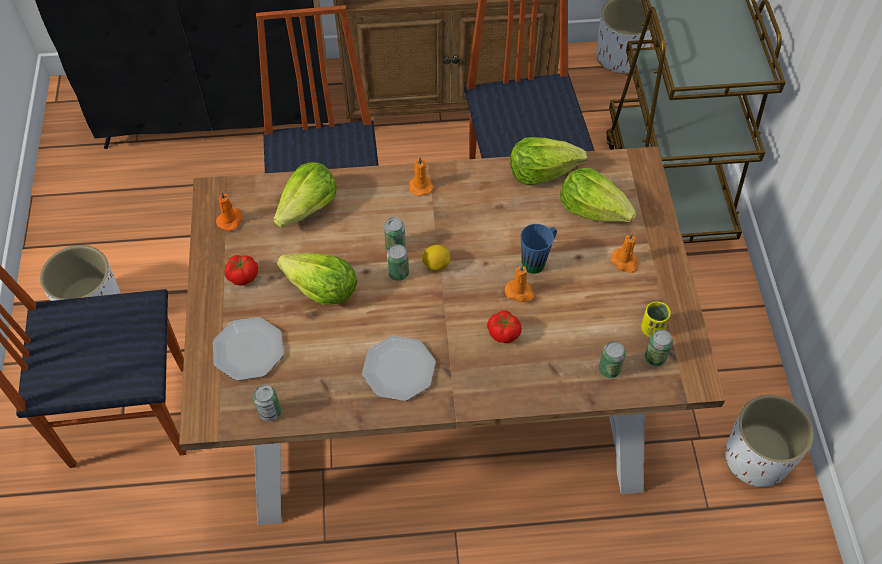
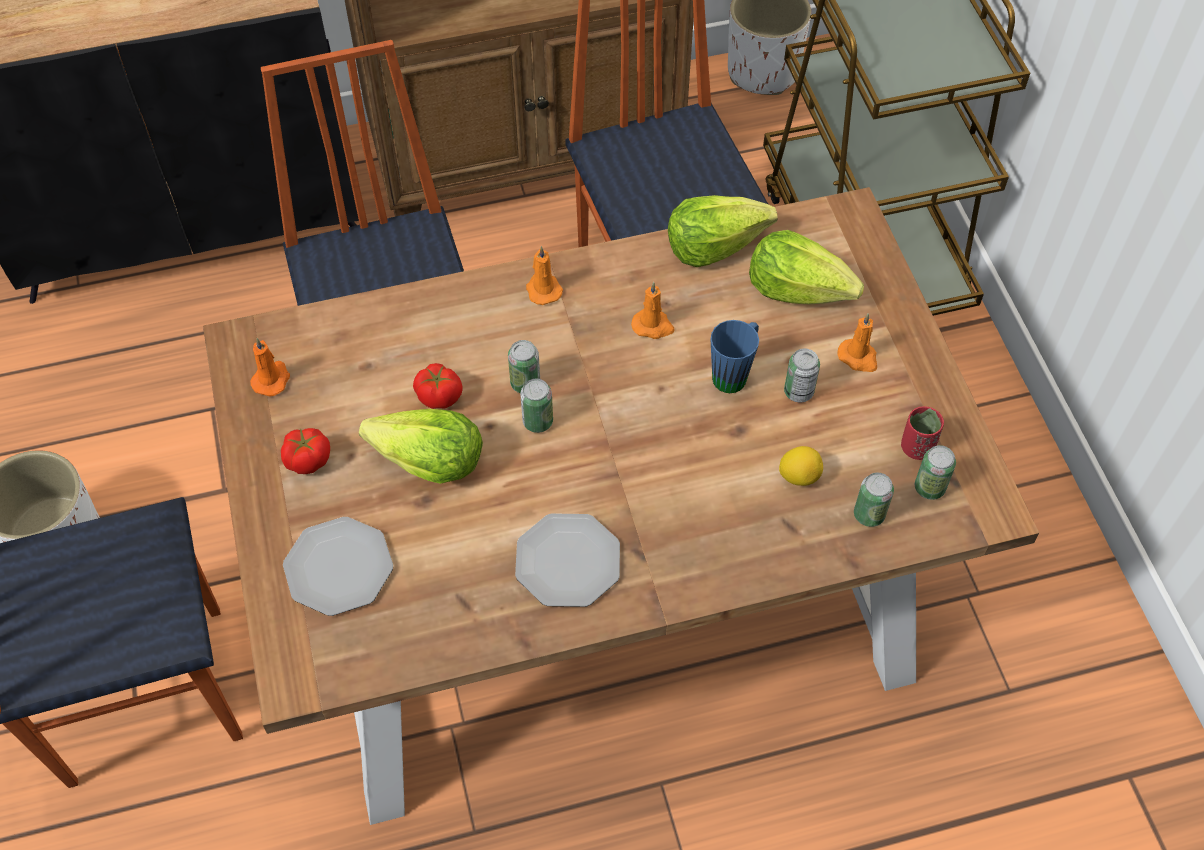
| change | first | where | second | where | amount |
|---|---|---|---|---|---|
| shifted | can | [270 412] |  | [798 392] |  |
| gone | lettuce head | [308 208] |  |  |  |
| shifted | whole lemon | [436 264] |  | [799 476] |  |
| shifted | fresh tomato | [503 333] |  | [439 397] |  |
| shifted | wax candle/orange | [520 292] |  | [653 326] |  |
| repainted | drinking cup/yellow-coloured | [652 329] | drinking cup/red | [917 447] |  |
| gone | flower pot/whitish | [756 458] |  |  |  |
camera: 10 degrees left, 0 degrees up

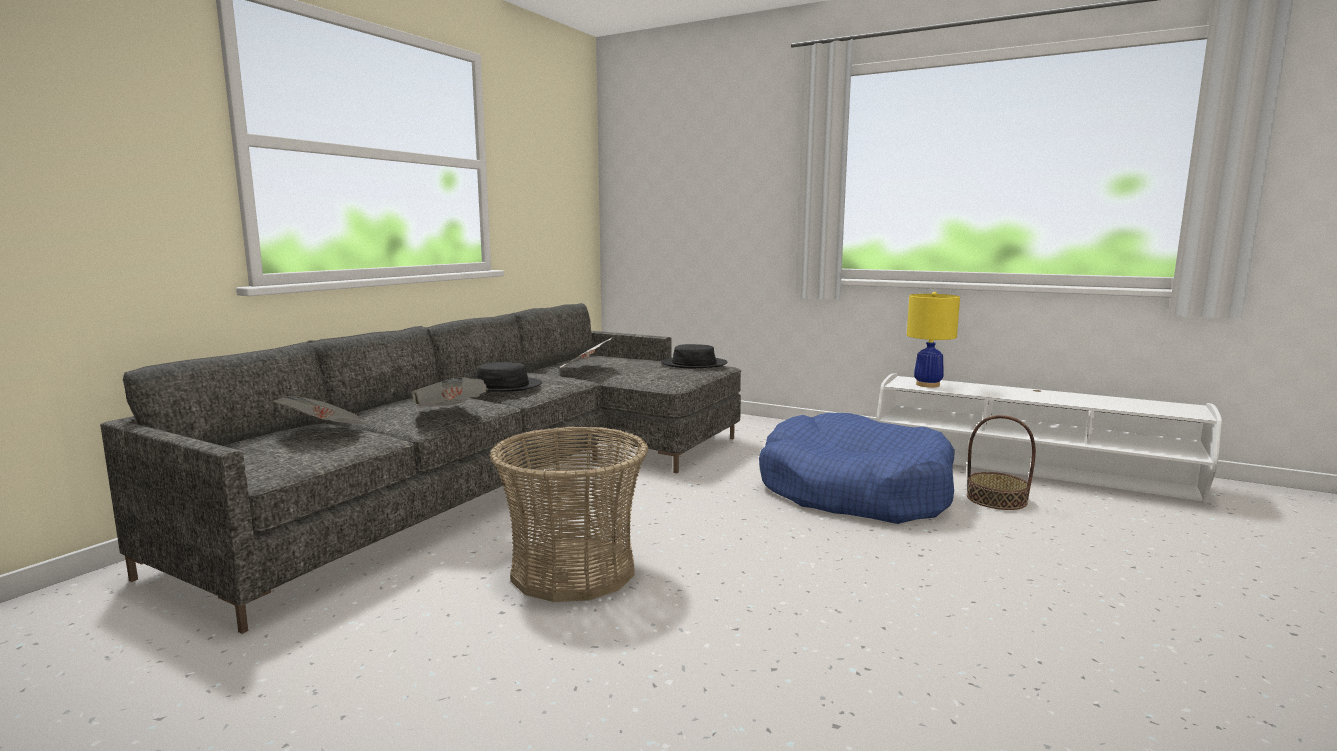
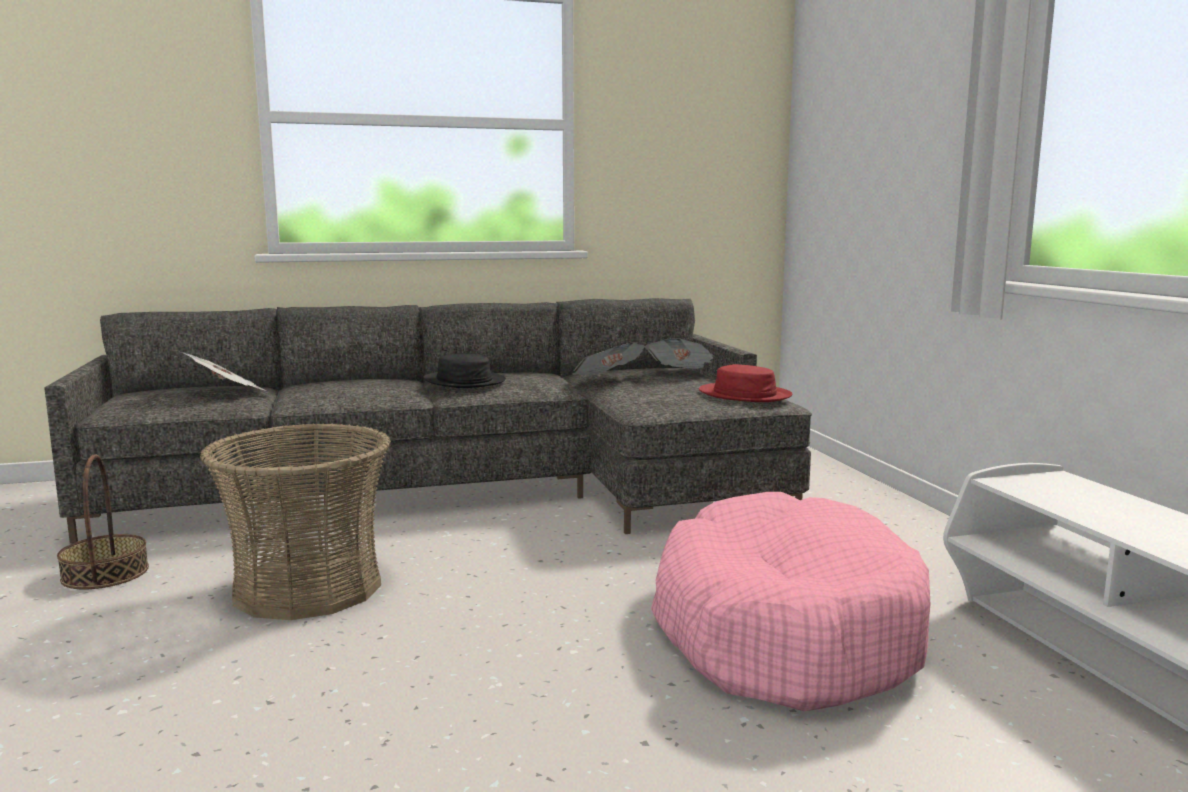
| change | first | where | second | where | amount |
|---|---|---|---|---|---|
| shifted | newspaper | [451 413] |  | [680 373] |  |
| repainted | wearable hat/black-coloured | [694 364] | wearable hat/red | [745 394] |  |
| repainted | pet bed/blue | [854 491] | pet bed/pink-coloured | [783 631] |  |
| gone | table lamp/yellow-coloured | [927 385] |  |  |  |
| shifted | household basket | [996 499] |  | [105 573] |  |
camera: 45 degrees right, 0 degrees up

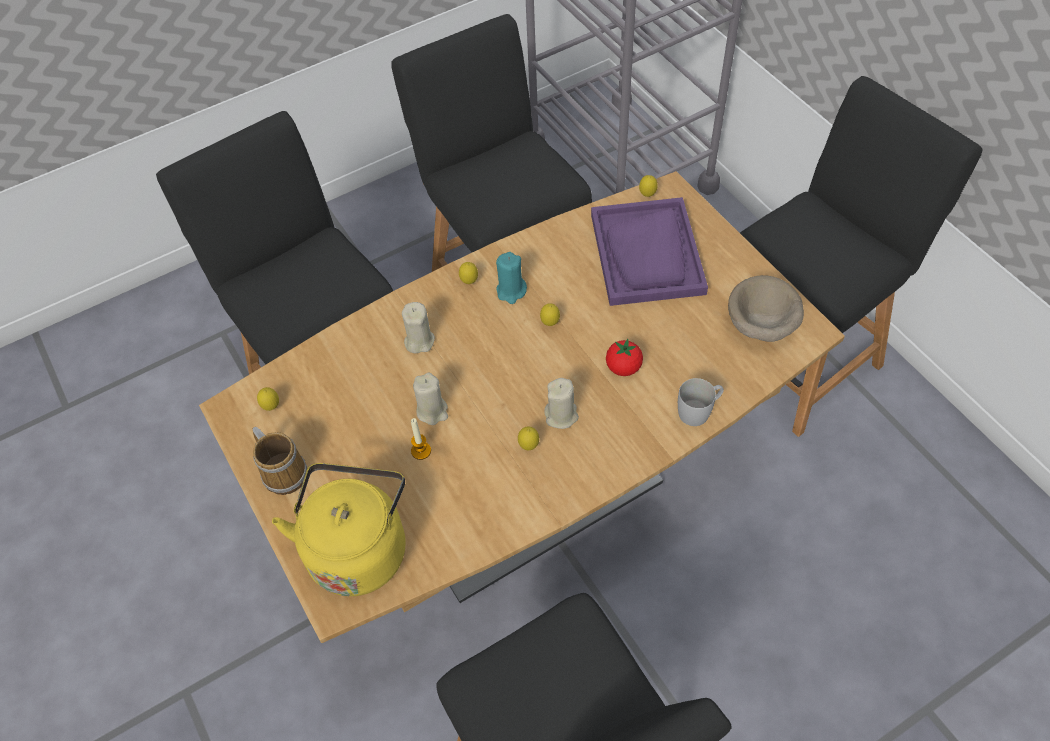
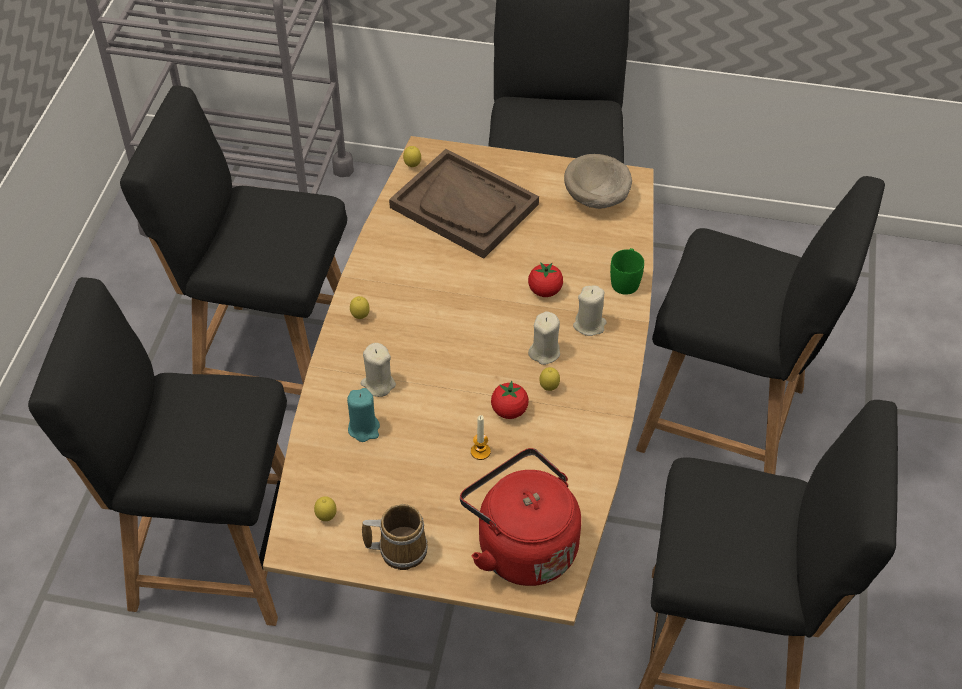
| change | first | where | second | where | amount |
|---|---|---|---|---|---|
| repainted | water kettle/yellow-coloured | [358 548] | water kettle/red | [522 546] |  |
| shifted | wax candle/beige | [432 411] |  | [589 325] |  |
| shifted | wax candle/blue-green | [511 291] |  | [364 428] |  |
| gone | whole lemon | [550 323] |  |  |  |
| repainted | serving tray/purplish | [647 254] | serving tray/brownish | [464 206] |  |
| repainted | coffee mug/whitish | [699 411] | coffee mug/greenish | [626 280] |  |
| new |  |  | fresh tomato | [509 411] |  |
| new |  |  | upright chair/black-coloured | [731 421] |  |
camera: 50 degrees left, 5 degrees down

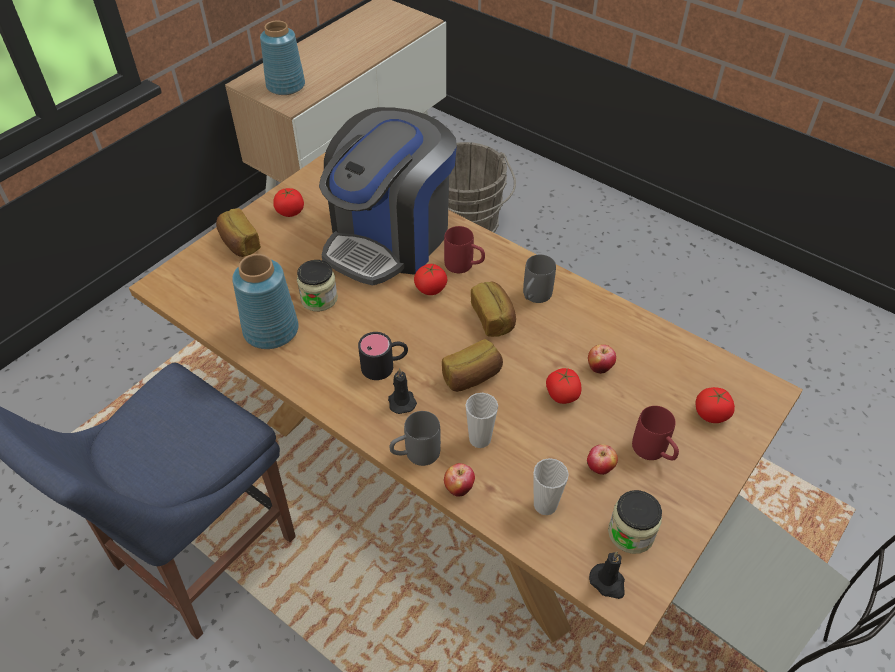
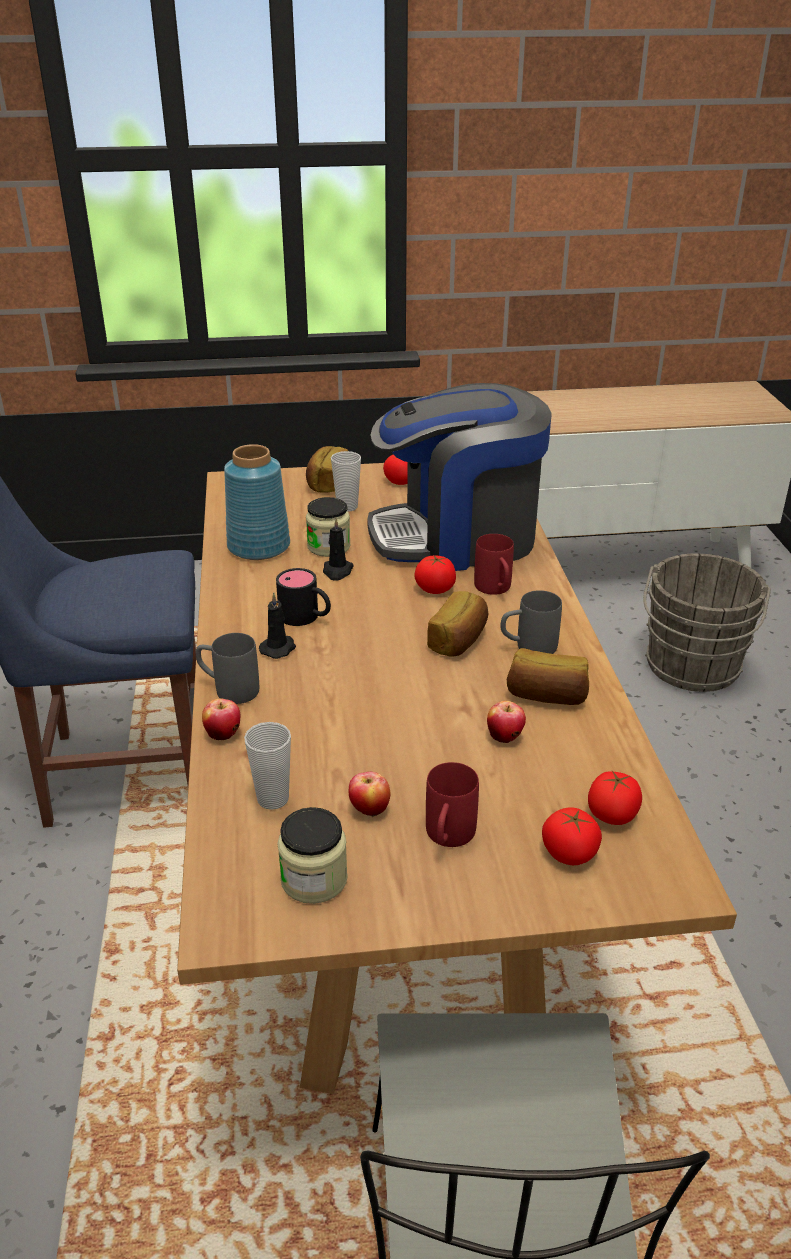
| change | first | where | second | where | amount |
|---|---|---|---|---|---|
| gone | flower vase/blue | [286 86] |  |  |  |
| shifted | bread | [472 377] |  | [546 696] |  |
| shifted | drinking cup | [480 439] |  | [347 507] |  |
| shifted | fresh tomato | [562 395] |  | [612 815] |  |
| shifted | wax candle/black-coloured | [608 582] |  | [337 571] |  |
camera: 45 degrees right, 15 degrees down

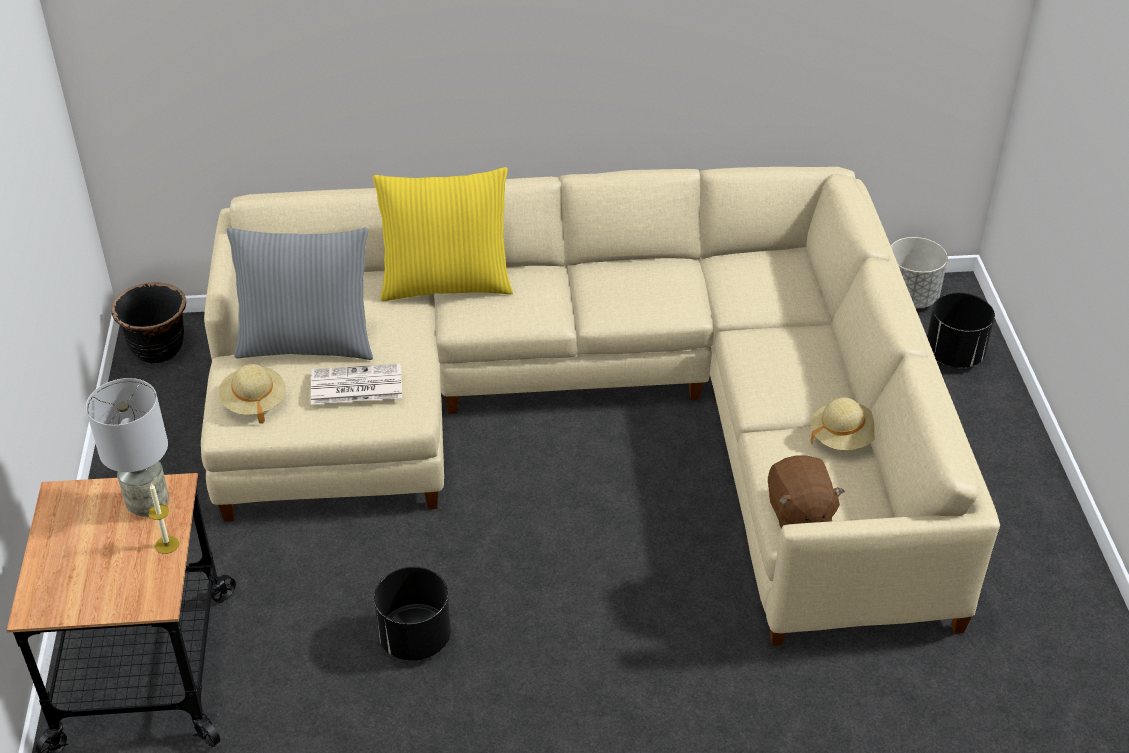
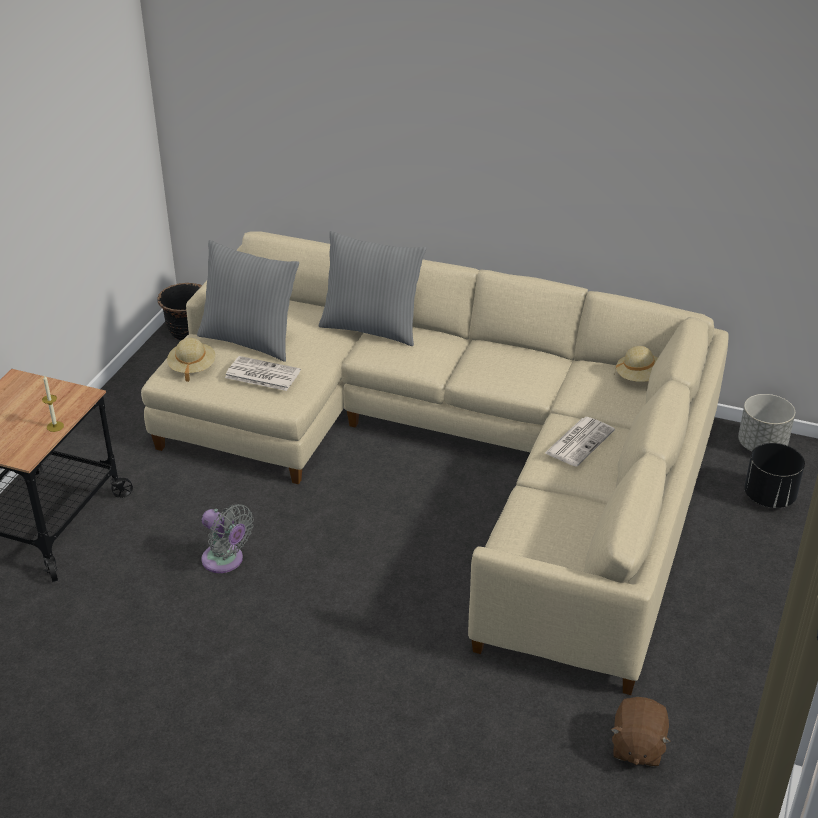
| change | first | where | second | where | amount |
|---|---|---|---|---|---|
| gone | table lamp/grey | [149 504] |  |  |  |
| repainted | cushion/yellow-coloured | [446 284] | cushion/grey | [372 328] |  |
| swapped | flower pot/black-coloured | [415 638] | fan/grey | [225 561] |  |
| shifted | cuddly toy/brownish | [799 513] |  | [637 746] |  |
| shifted | wearable hat/beige | [842 437] |  | [639 377] |  |
| new |  |  | newspaper | [579 441] |  |
camera: 25 degrees right, 5 degrees down

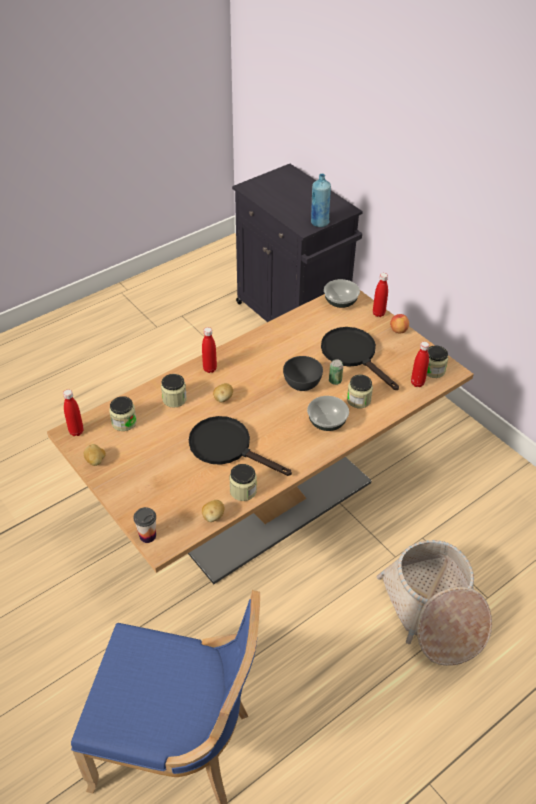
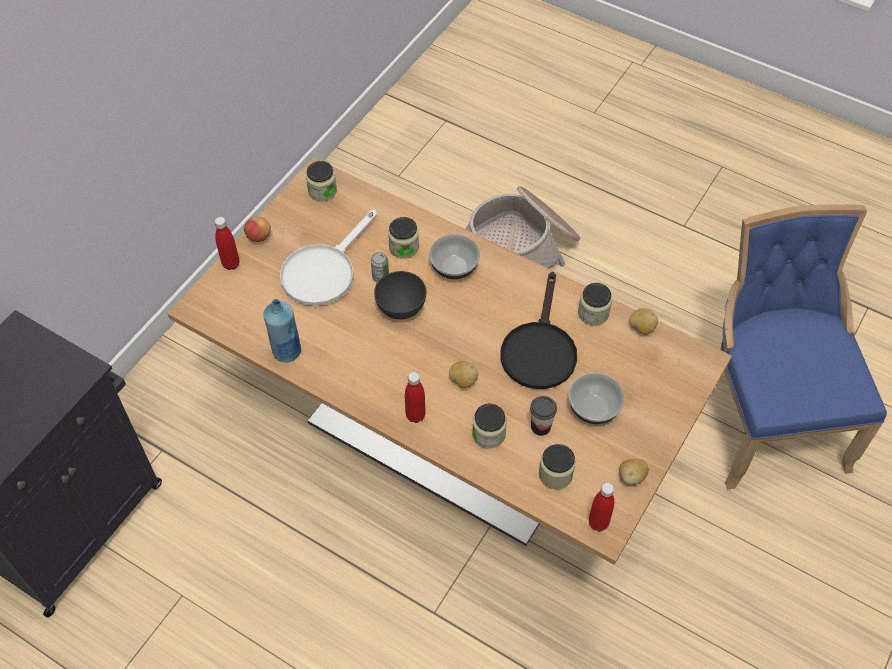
| change | first | where | second | where | amount |
|---|---|---|---|---|---|
| shifted | drinking cup | [147 536] |  | [540 427] |  |
| shifted | bottle/blue | [319 223] |  | [286 352] |  |
| repainted | skillet/black-coloured | [353 354] | skillet/whitish | [324 270] |  |
| shifted | serving bowl | [340 302] |  | [593 409] |  |
| gone | bottle/red | [417 383] |  |  |  |
camera: 110 degrees left, 10 degrees up

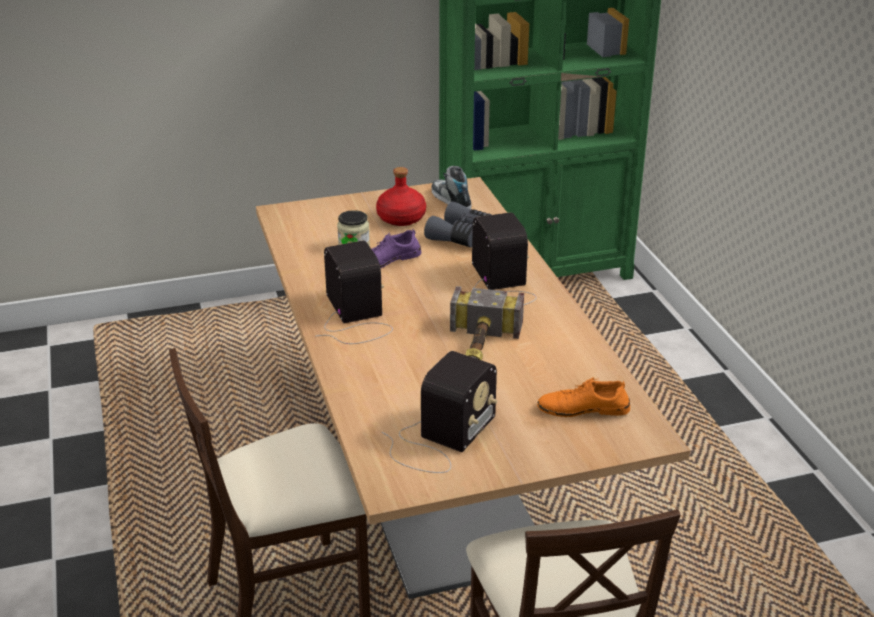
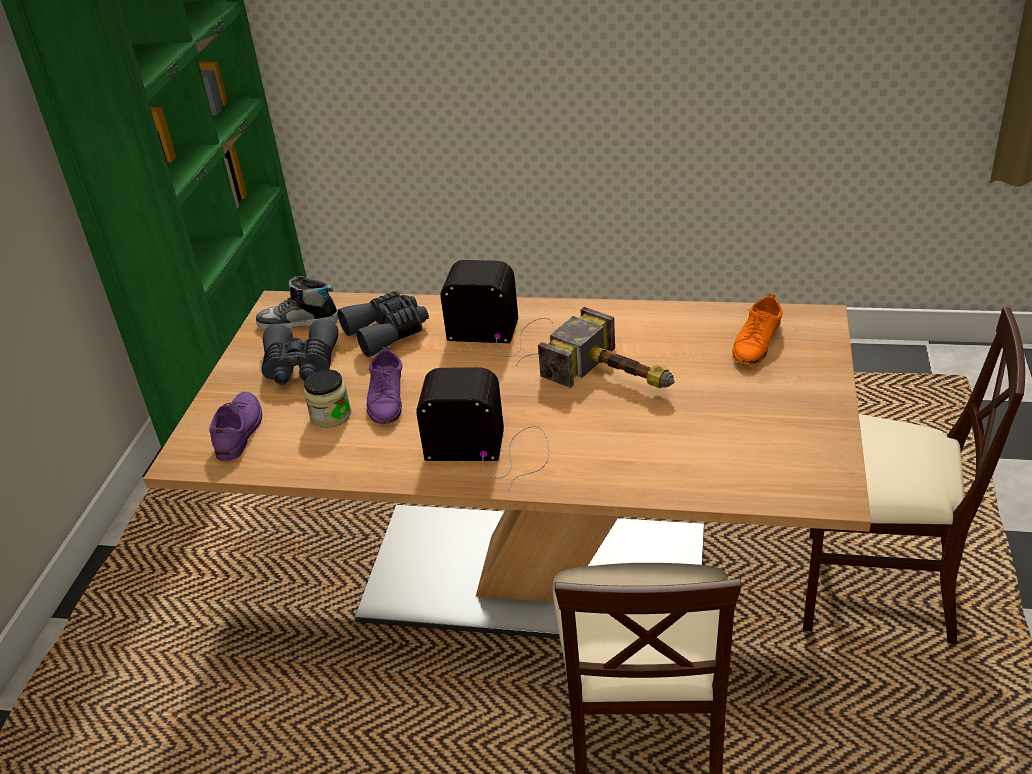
| change | first | where | second | where | amount |
|---|---|---|---|---|---|
| swapped | bottle/red | [400 218] | field glasses/grey | [300 366] |  |
| gone | radio | [440 438] |  |  |  |
| new |  |  | low shoe/purplish | [239 431] |  |
camera: 60 degrees left, 5 degrees up

